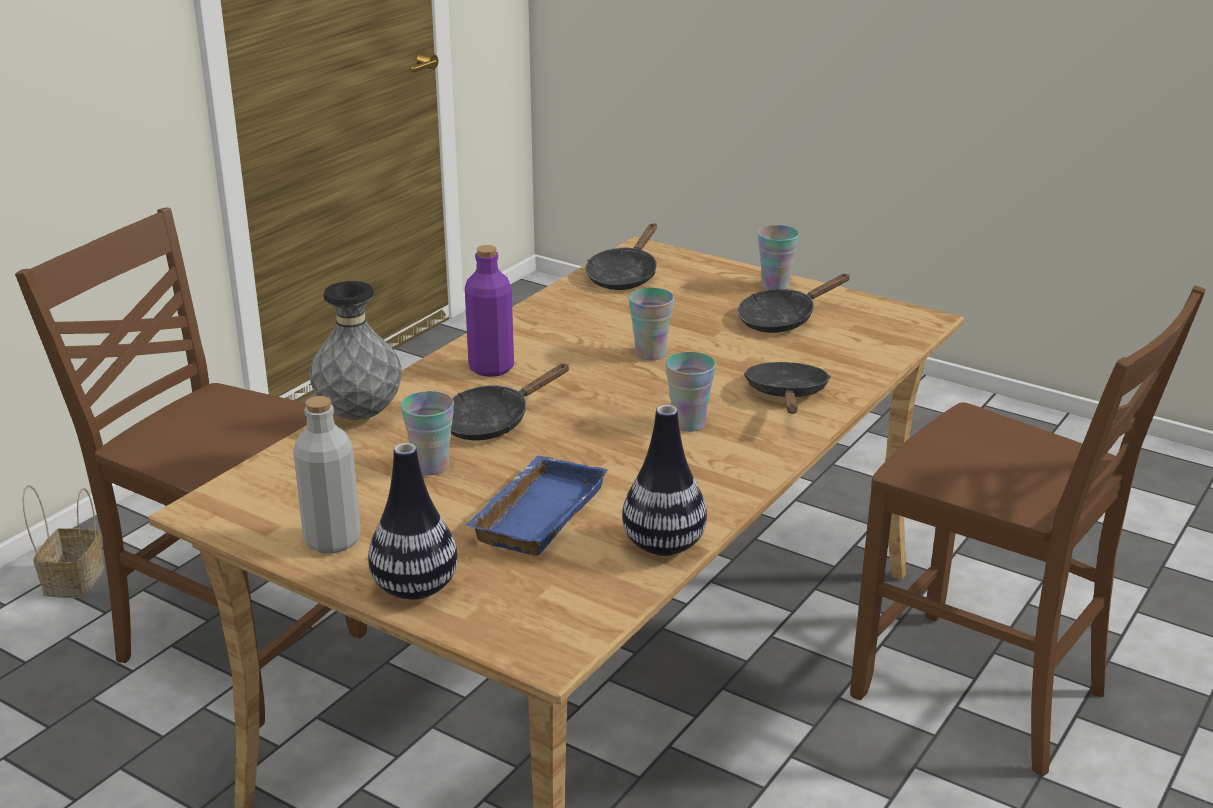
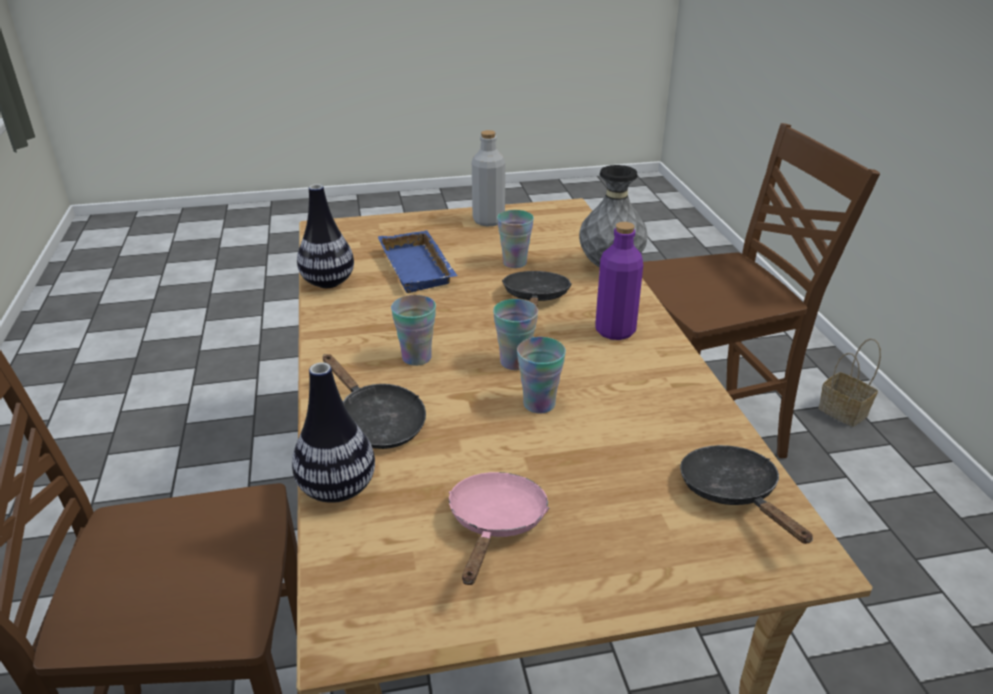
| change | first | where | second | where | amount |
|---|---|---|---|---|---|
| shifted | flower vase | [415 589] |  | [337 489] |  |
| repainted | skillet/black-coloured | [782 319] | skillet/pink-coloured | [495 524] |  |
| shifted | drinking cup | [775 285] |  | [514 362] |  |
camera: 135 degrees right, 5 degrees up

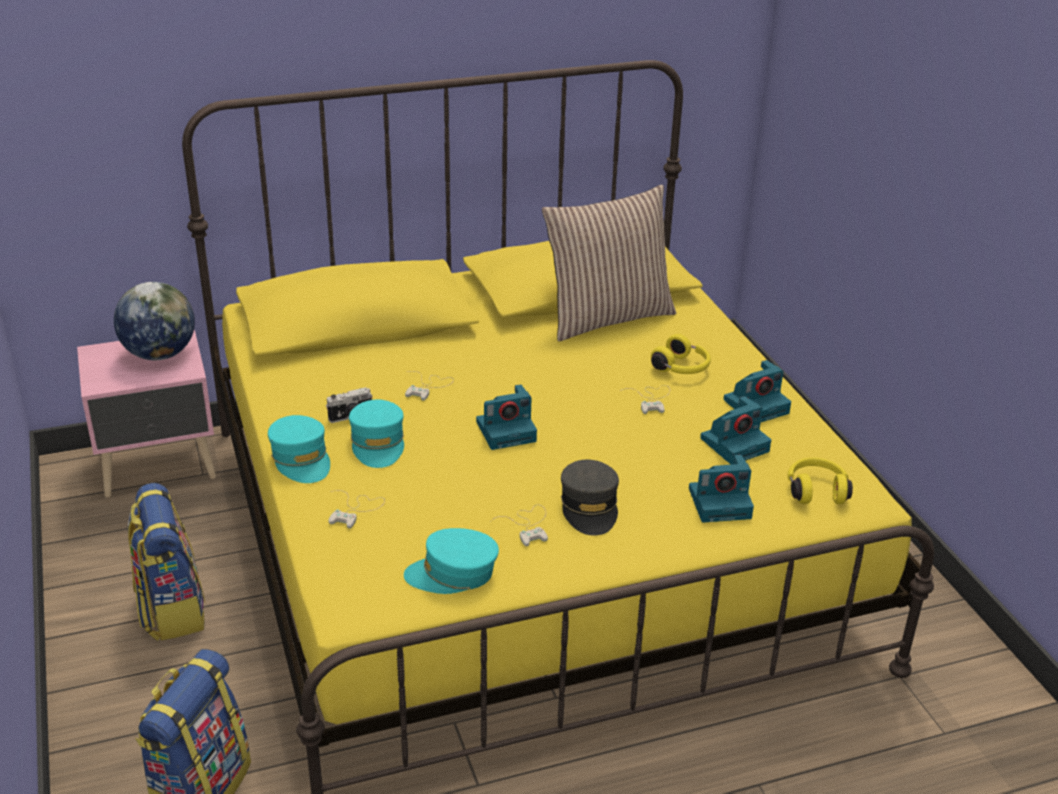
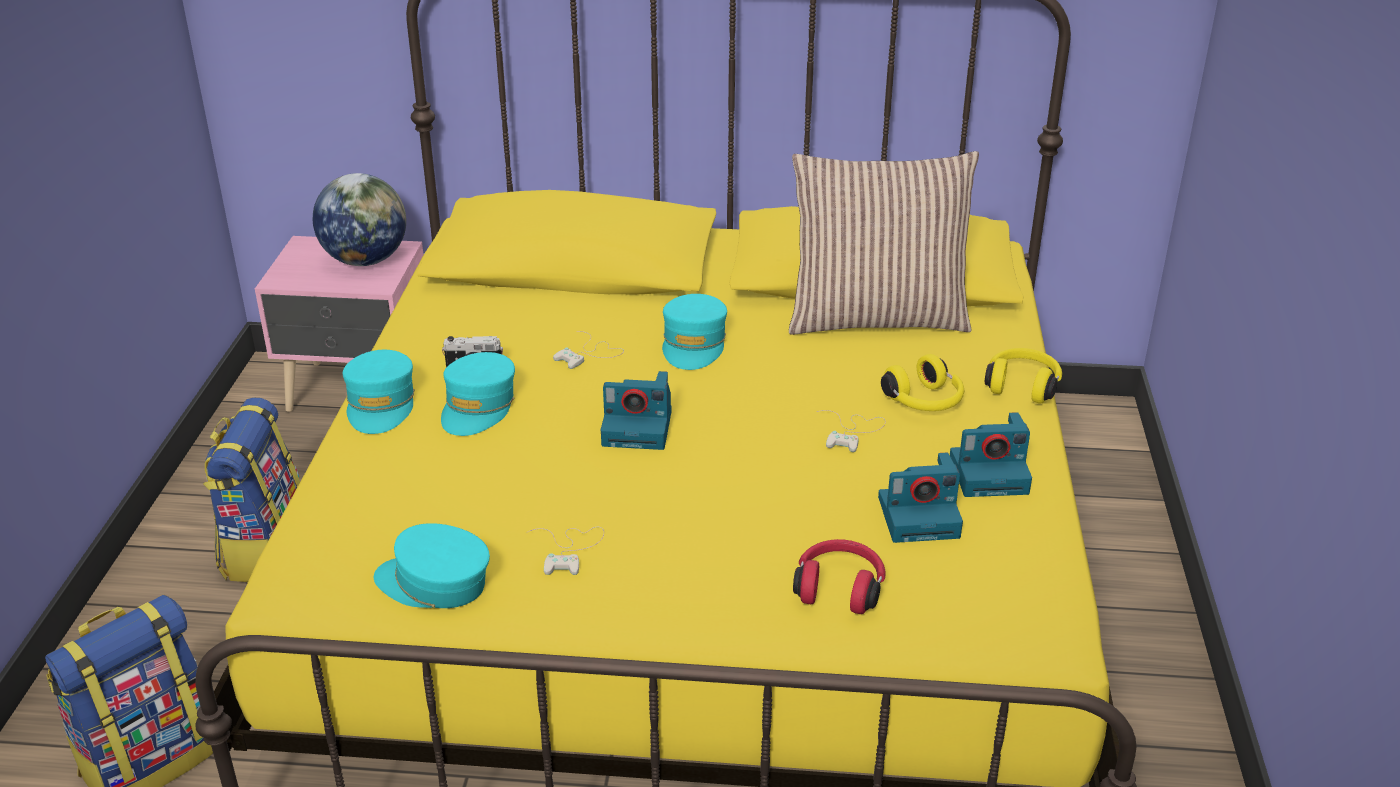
| change | first | where | second | where | amount |
|---|---|---|---|---|---|
| gone | game controller/whitish | [355 510] |  |  |  |
| gone | cap/grey | [589 507] |  |  |  |
| swapped | still camera | [721 502] | headphones/red | [839 588] |  |
| shifted | headphones/yellow-coloured | [816 490] |  | [1022 385] |  |
| new |  |  | cap/blue-green | [694 344] |  |
camera: 25 degrees right, 0 degrees up

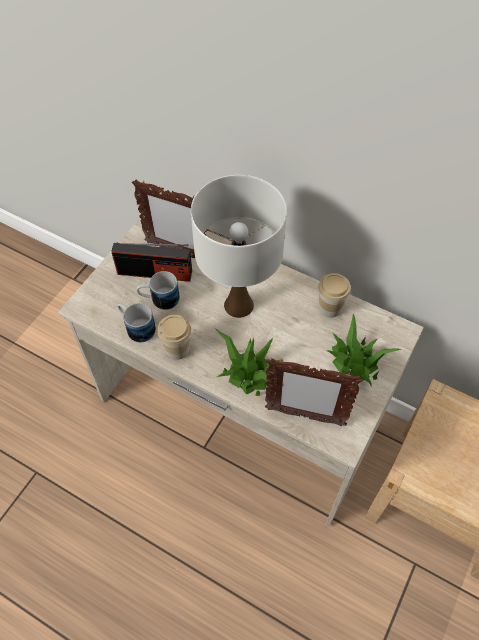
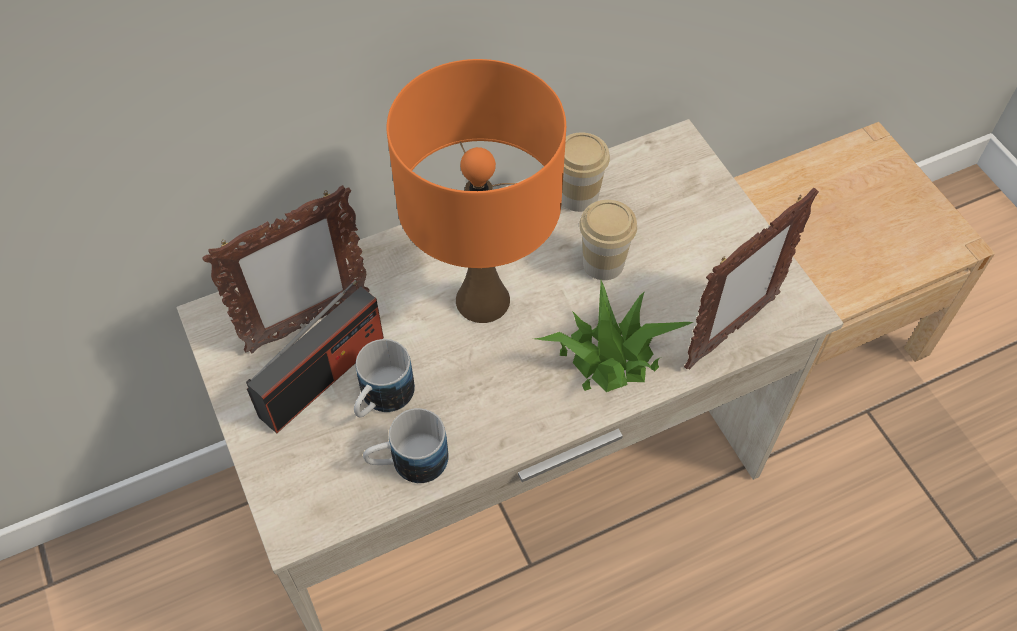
| change | first | where | second | where | amount |
|---|---|---|---|---|---|
| shifted | drinking cup | [177 349] |  | [603 263] |  |
| repainted | table lamp/whitish | [238 305] | table lamp/orange | [483 300] |  |
| gone | houseplant | [354 363] |  |  |  |
camera: 55 degrees left, 0 degrees up

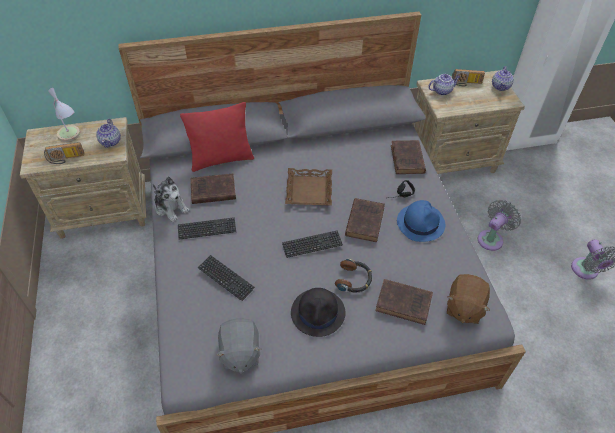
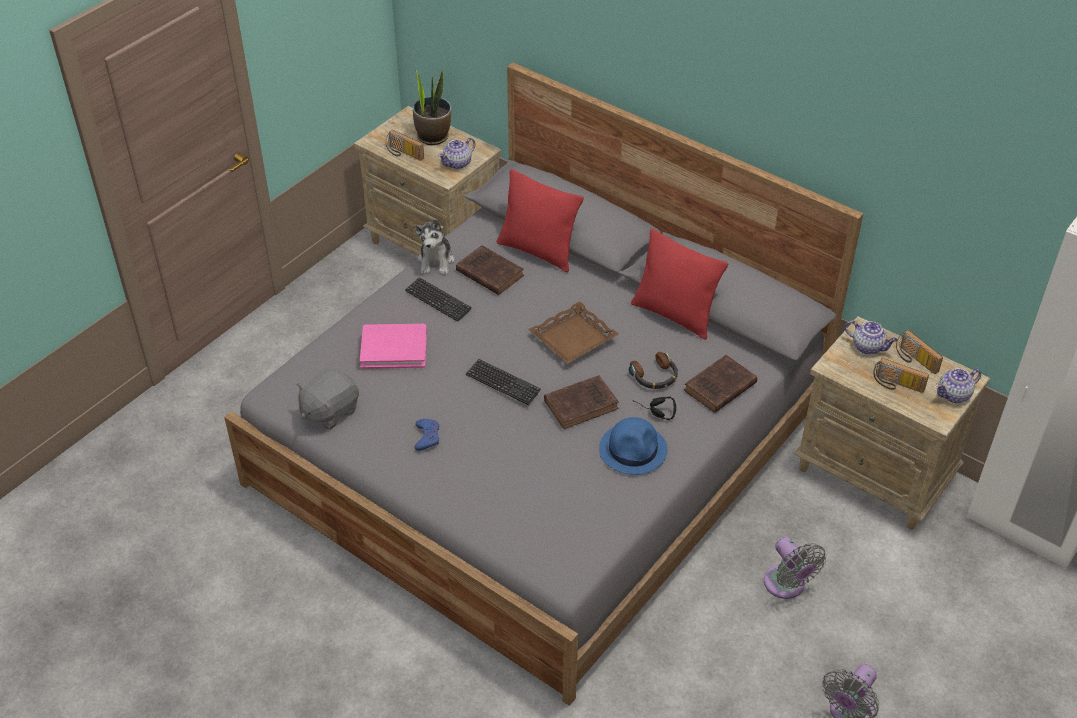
| change | first | where | second | where | amount |
|---|---|---|---|---|---|
| swapped | table lamp | [71 136] | houseplant | [433 136] |  |
| swapped | PC keyboard | [226 278] | book/pink-coloured | [394 348] |  |
| swapped | wearable hat/black-coloured | [318 313] | game controller/blue | [427 437] |  |
| shifted | headphones | [354 279] |  | [654 376] |  |
| gone | book/brownish | [405 303] |  |  |  |
| gone | cuddly toy/brownish | [464 307] |  |  |  |
| rotated | fan/grey | [492 238] |  | [786 585] | 60 degrees clockwise |
| new |  |  | cushion/red | [674 315] |  |
| new |  |  | radio | [897 385] |  |
camera: 50 degrees right, 5 degrees down

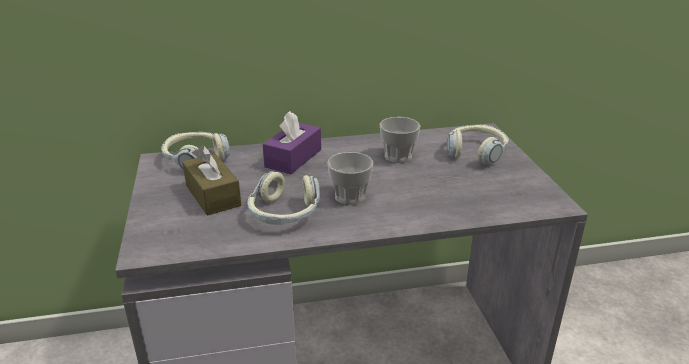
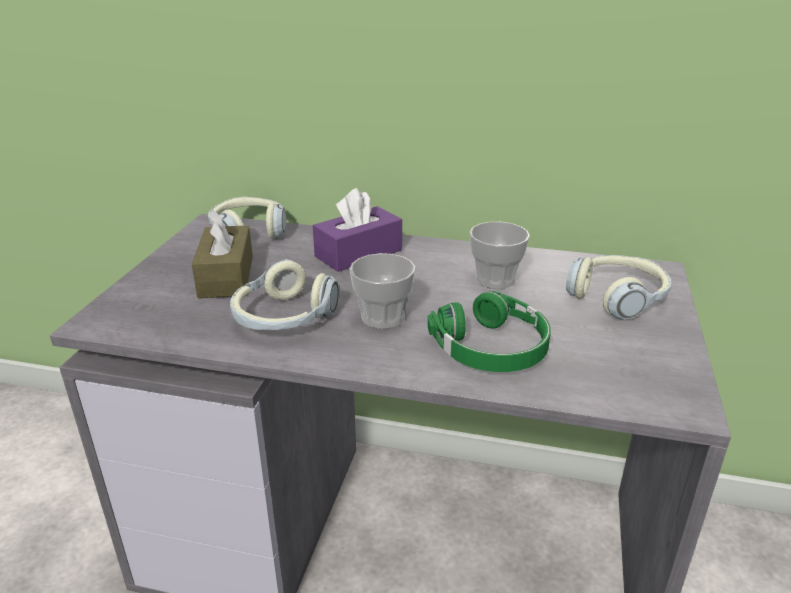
| change | first | where | second | where | amount |
|---|---|---|---|---|---|
| new |  |  | headphones/greenish | [492 348] |  |
camera: 25 degrees right, 0 degrees up

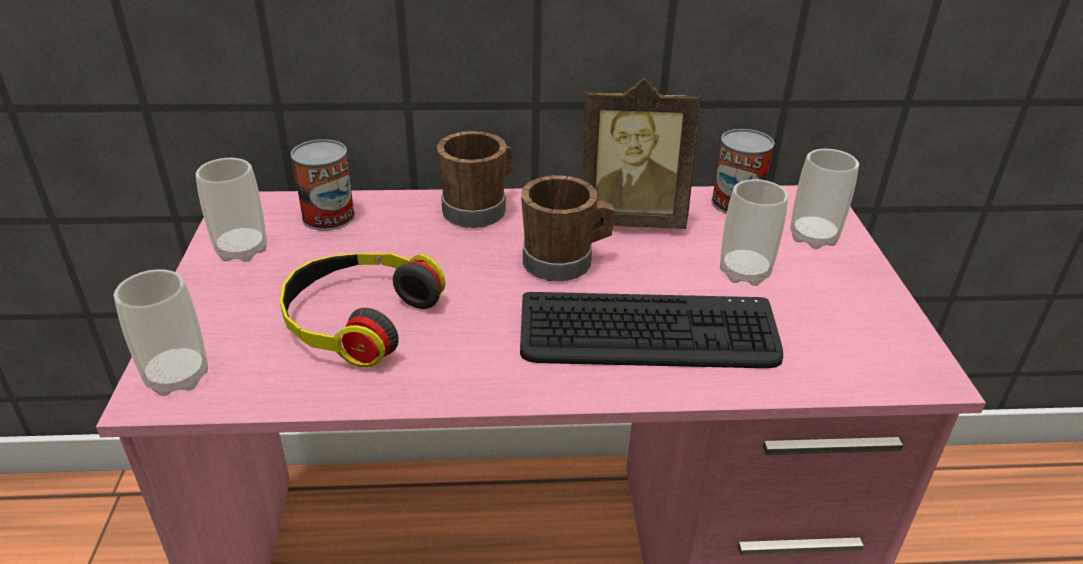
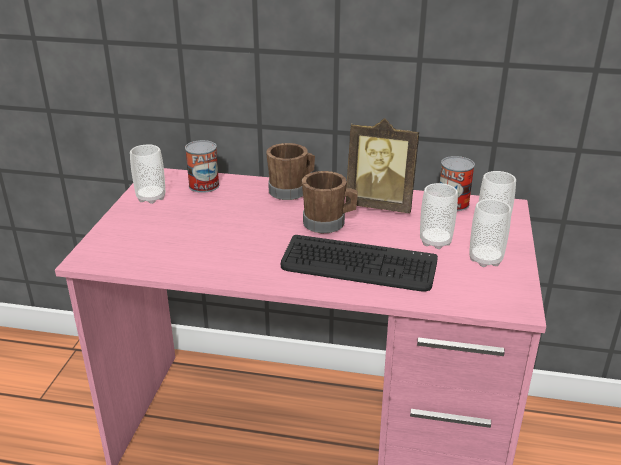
| change | first | where | second | where | amount |
|---|---|---|---|---|---|
| shifted | drinking cup | [177 377] |  | [485 259] |  |
| gone | headphones | [358 318] |  |  |  |
camera: 15 degrees right, 5 degrees down

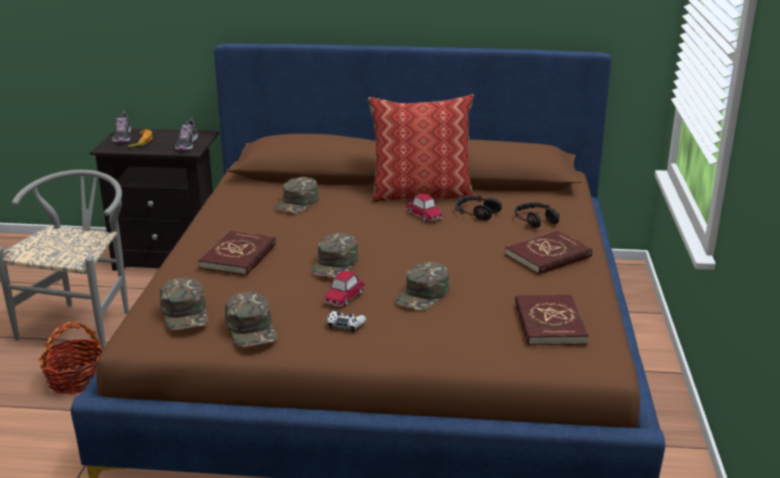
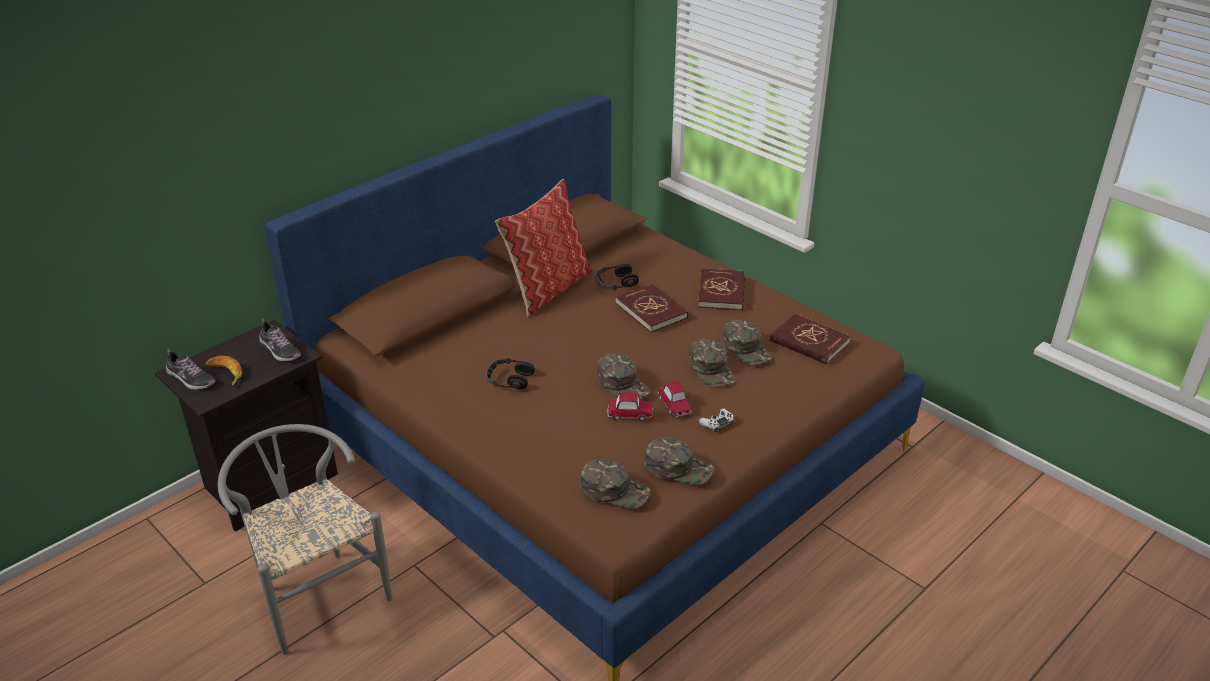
| change | first | where | second | where | amount |
|---|---|---|---|---|---|
| gone | household basket | [76 380] |  |  |  |
| shifted | book/red | [239 256] |  | [651 310] |  |
| shifted | cap/greenish | [297 203] |  | [746 348] |  |
| shifted | model car | [424 215] |  | [630 413] |  |
| shifted | headphones | [535 220] |  | [509 379] |  |
camera: 50 degrees left, 10 degrees up

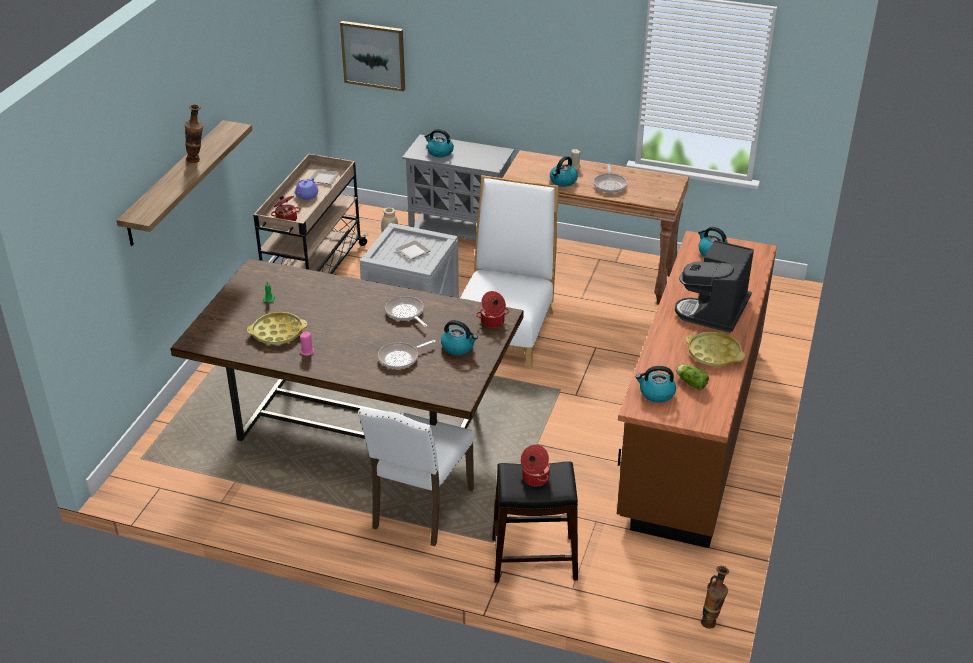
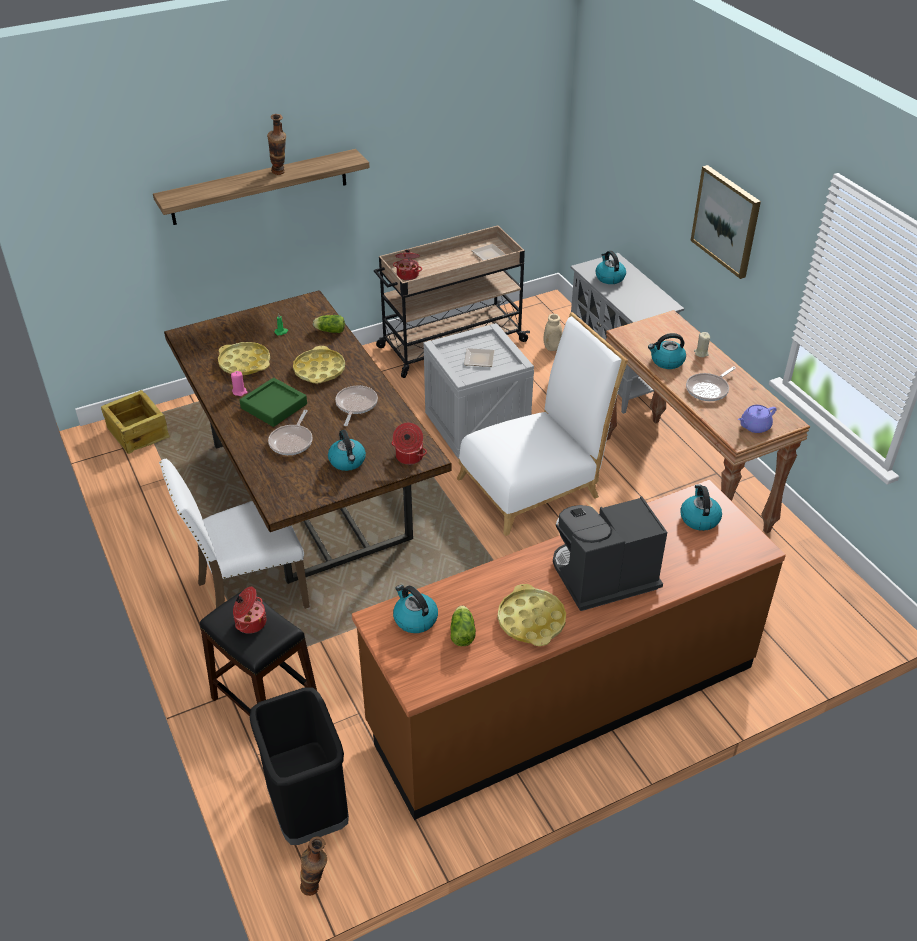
| change | first | where | second | where | amount |
|---|---|---|---|---|---|
| shifted | teapot/purplish | [306 196] |  | [754 426] |  |
| shifted | wall art | [373 55] |  | [726 221] |  |
| rotated | skillet | [401 358] |  | [292 441] | 90 degrees counterclockwise |
| new |  |  | packing crate | [138 432] |  |
| new |  |  | serving tray/greenish | [274 406] |  |
| new |  |  | trash can/black-coloured | [307 809] |  |
| new |  |  | serving tray/yellow-coloured | [319 370] |  |
| new |  |  | lettuce head | [329 330] |  |
camera: 45 degrees right, 5 degrees up

